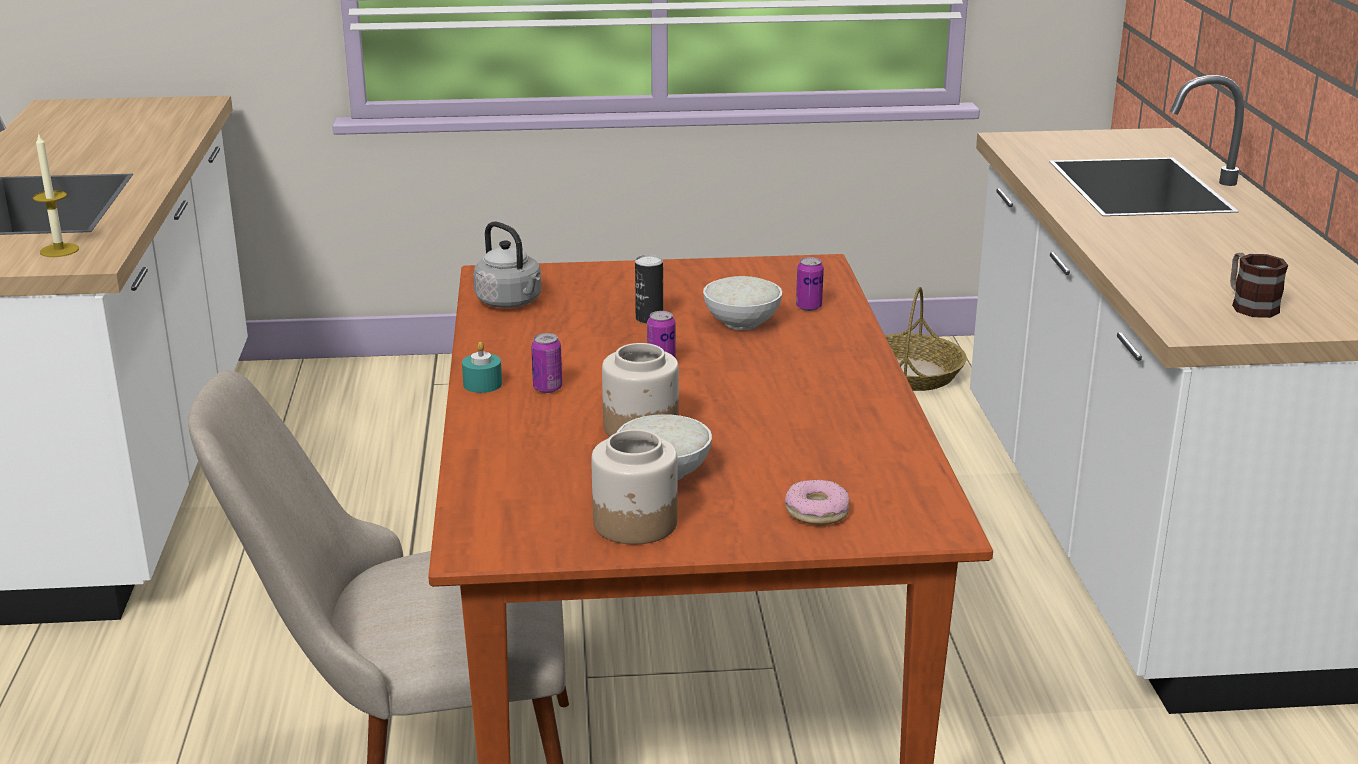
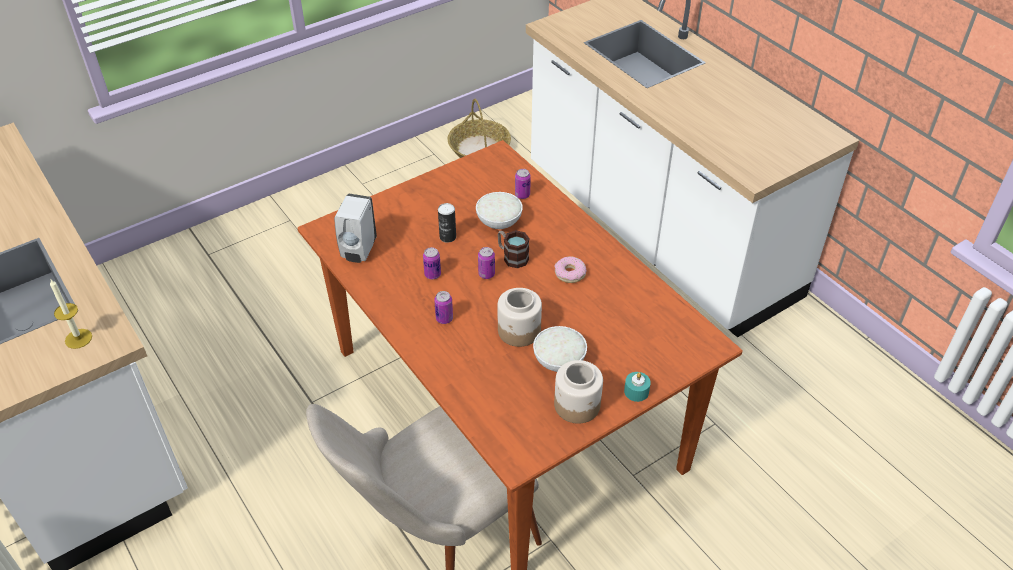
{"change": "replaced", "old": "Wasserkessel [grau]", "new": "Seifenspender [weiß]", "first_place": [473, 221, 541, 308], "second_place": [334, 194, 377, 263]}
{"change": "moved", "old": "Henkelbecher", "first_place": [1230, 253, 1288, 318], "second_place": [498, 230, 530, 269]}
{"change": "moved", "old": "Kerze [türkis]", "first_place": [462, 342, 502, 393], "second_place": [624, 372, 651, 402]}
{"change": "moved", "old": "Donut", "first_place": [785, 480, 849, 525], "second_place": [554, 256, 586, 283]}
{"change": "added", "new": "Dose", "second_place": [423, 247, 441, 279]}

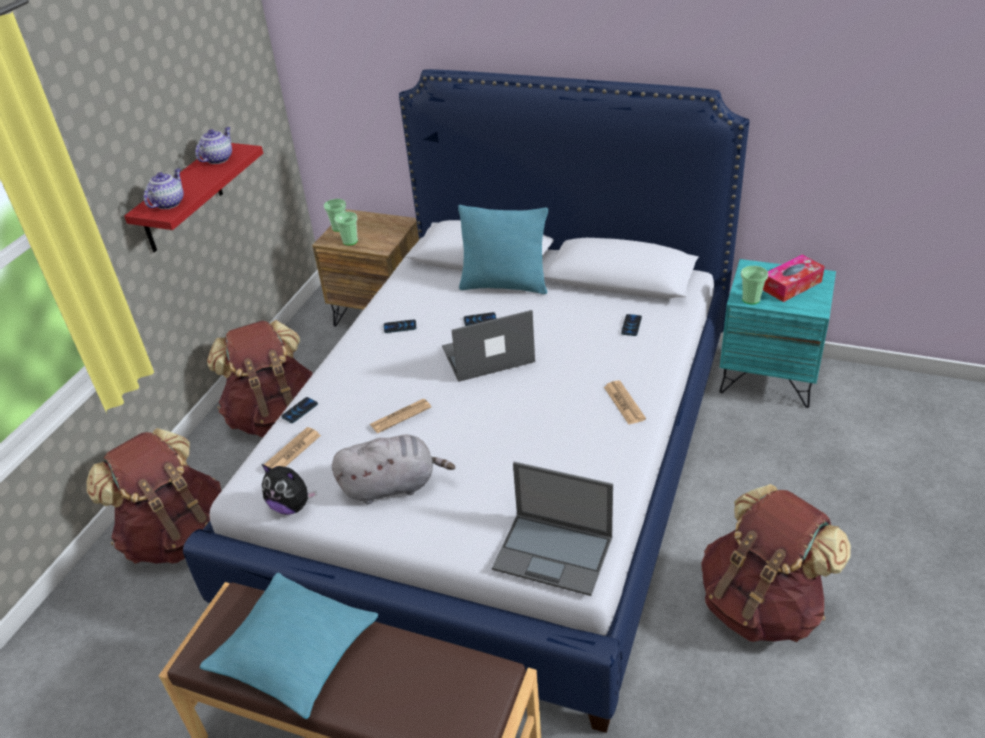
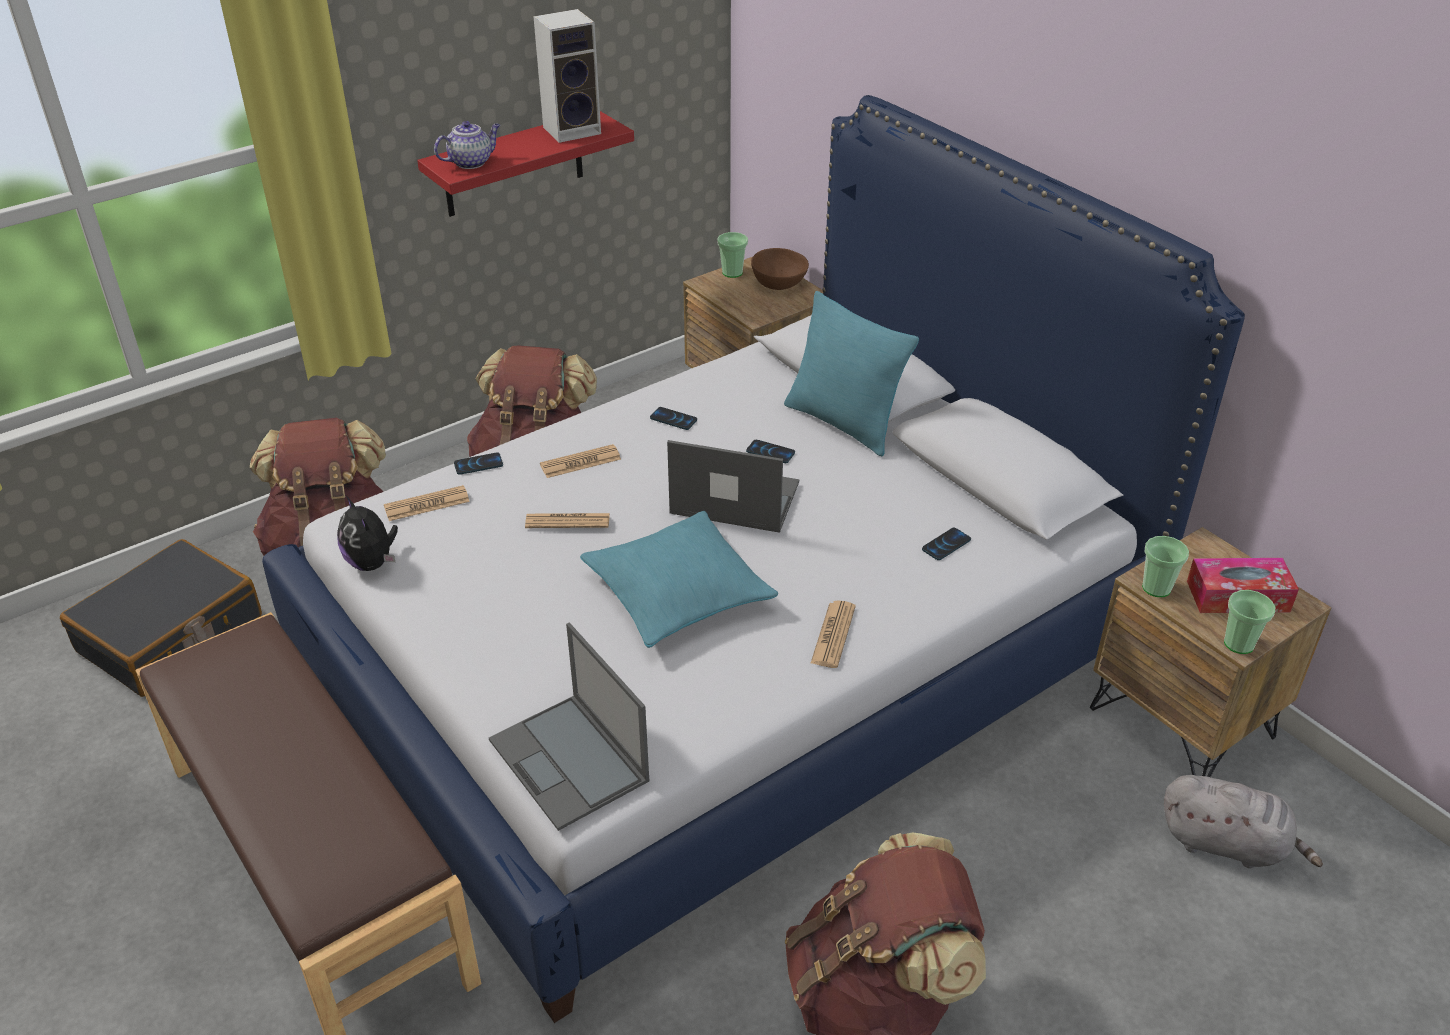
{"change": "replaced", "old": "Teekanne", "new": "Lautsprecher", "first_place": [195, 127, 232, 164], "second_place": [533, 9, 601, 143]}
{"change": "moved", "old": "Tasse", "first_place": [334, 212, 358, 245], "second_place": [1224, 590, 1275, 654]}
{"change": "recoloured", "old": "Nachttisch [türkis]", "new": "Nachttisch [braun]", "first_place": [719, 259, 836, 408], "second_place": [1090, 527, 1331, 777]}
{"change": "moved", "old": "Plüschtier [grau]", "first_place": [332, 435, 455, 504], "second_place": [1164, 775, 1323, 868]}
{"change": "moved", "old": "Kissen [türkis]", "first_place": [200, 573, 378, 719], "second_place": [580, 511, 778, 648]}
{"change": "added", "new": "Schüssel [braun]", "second_place": [751, 248, 809, 290]}
{"change": "added", "new": "Zeitung", "second_place": [540, 444, 621, 478]}
{"change": "added", "new": "Koffer [schwarz]", "second_place": [60, 539, 262, 697]}

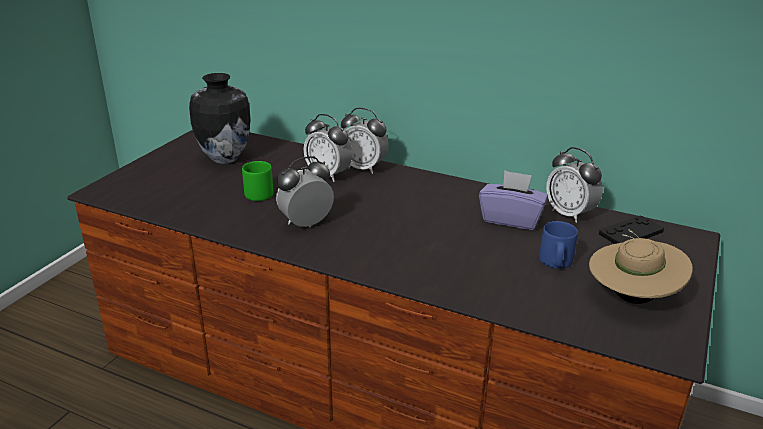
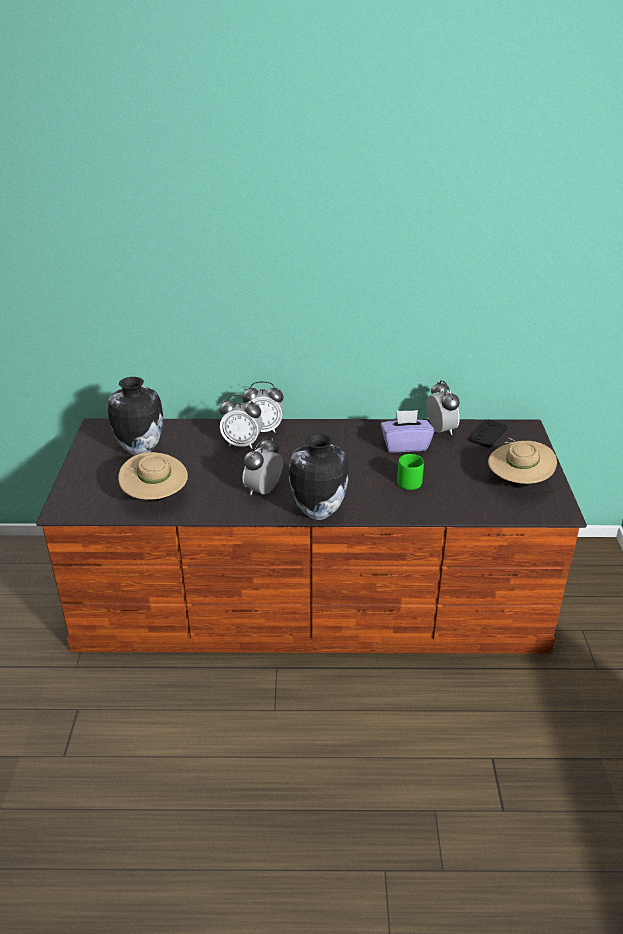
{"change": "turned", "old": "Wecker", "first_place": [546, 147, 603, 223], "second_place": [426, 380, 460, 435], "degrees": -135}
{"change": "moved", "old": "Henkelbecher [grün]", "first_place": [242, 161, 273, 201], "second_place": [397, 454, 424, 490]}
{"change": "removed", "old": "Henkelbecher [blau]", "first_place": [539, 221, 578, 269]}
{"change": "added", "new": "Vase", "second_place": [289, 433, 349, 520]}
{"change": "added", "new": "Hut [beige]", "second_place": [118, 452, 188, 501]}

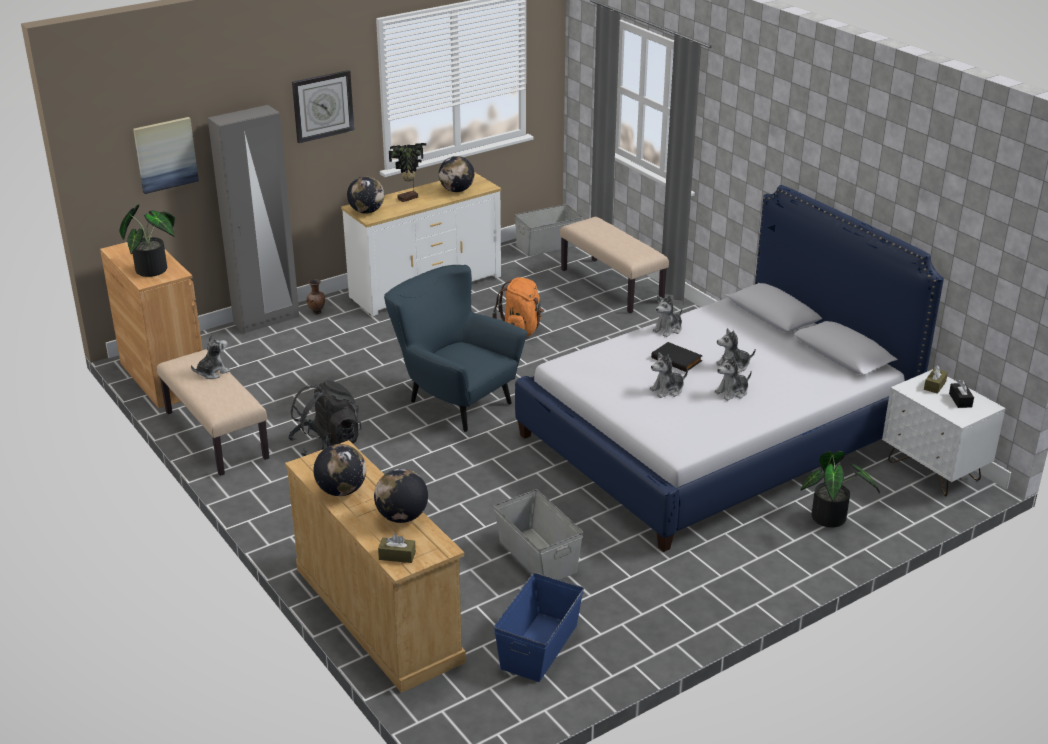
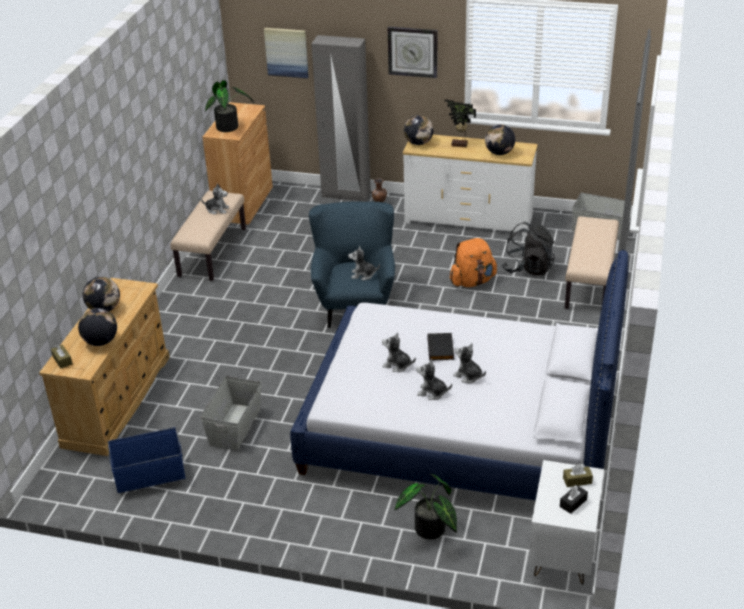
{"change": "moved", "old": "Plüschtier", "first_place": [653, 295, 682, 337], "second_place": [348, 246, 380, 281]}
{"change": "moved", "old": "Rucksack [schwarz]", "first_place": [288, 380, 362, 456], "second_place": [502, 222, 555, 276]}

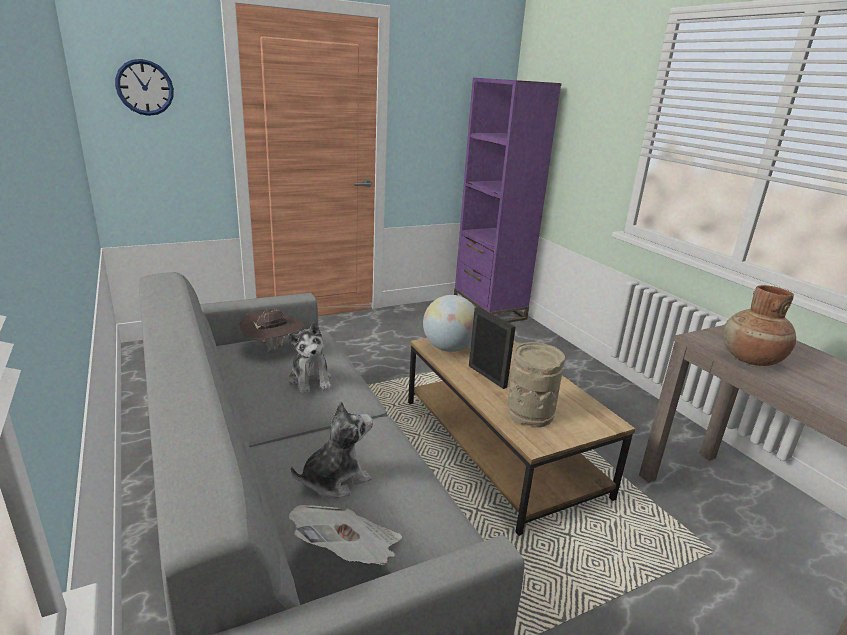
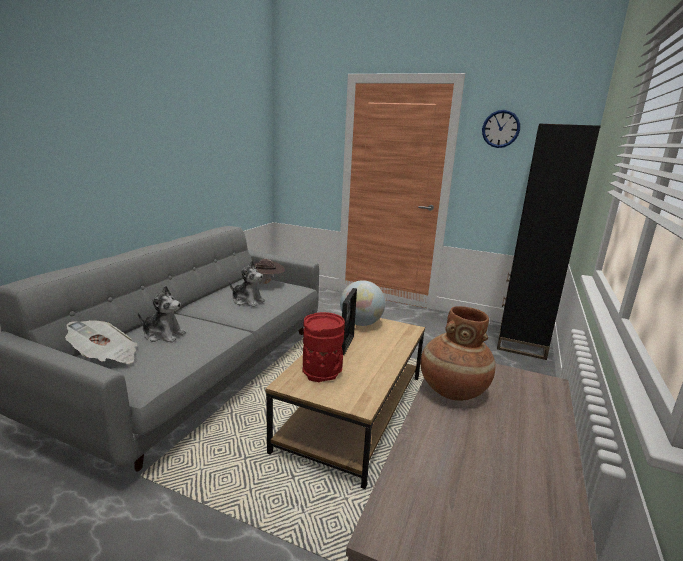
{"change": "moved", "old": "Wanduhr", "first_place": [115, 59, 174, 116], "second_place": [482, 110, 520, 148]}
{"change": "recoloured", "old": "Bücherregal [lila]", "new": "Bücherregal [schwarz]", "first_place": [454, 78, 562, 323], "second_place": [497, 124, 601, 360]}
{"change": "turned", "old": "Plüschtier", "first_place": [288, 322, 332, 394], "second_place": [229, 261, 265, 307], "degrees": -90}
{"change": "recoloured", "old": "Vase [beige]", "new": "Vase [rot]", "first_place": [508, 342, 565, 428], "second_place": [303, 312, 345, 383]}

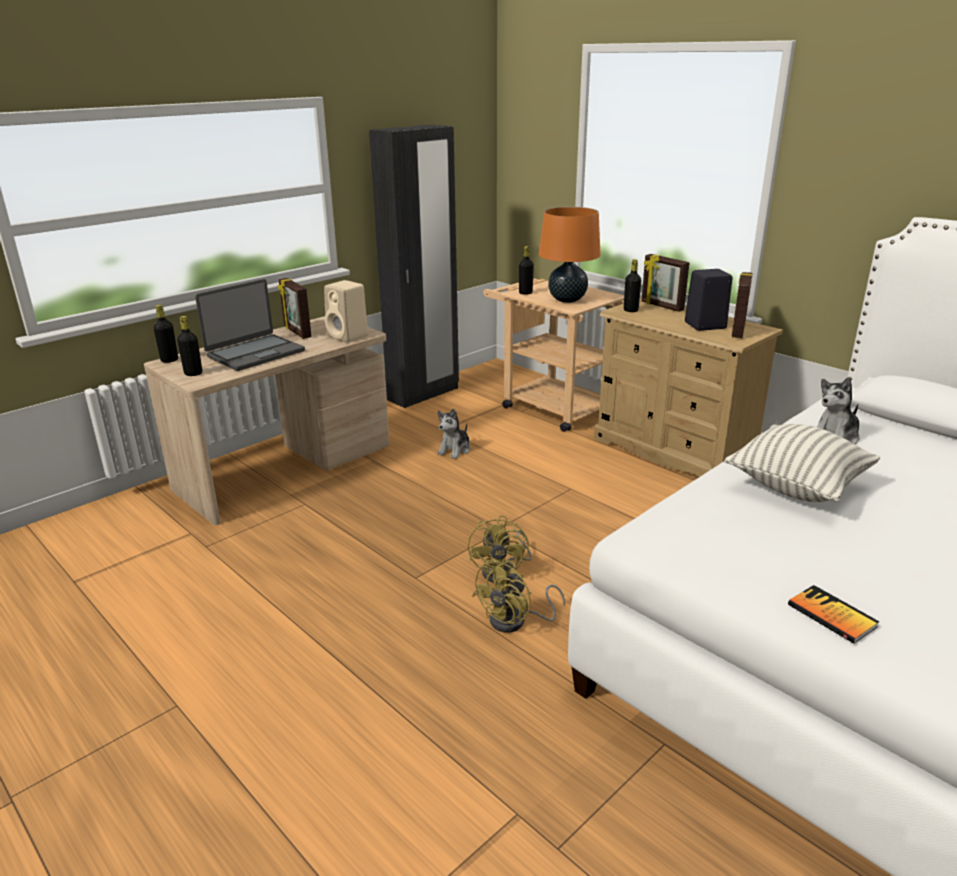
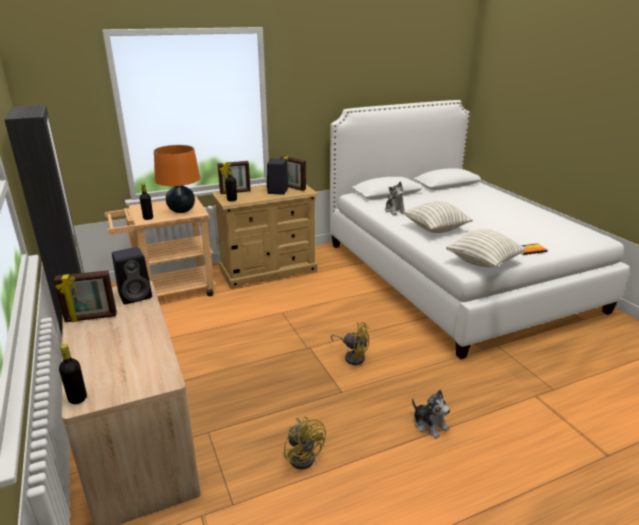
{"change": "removed", "old": "Laptop", "first_place": [195, 279, 305, 371]}
{"change": "recoloured", "old": "Lautsprecher [beige]", "new": "Lautsprecher [schwarz]", "first_place": [324, 280, 368, 342], "second_place": [112, 247, 152, 304]}
{"change": "removed", "old": "Flasche [schwarz]", "first_place": [177, 316, 202, 376]}
{"change": "moved", "old": "Plüschtier", "first_place": [437, 408, 470, 459], "second_place": [412, 390, 450, 439]}
{"change": "moved", "old": "Ventilator [gelb]", "first_place": [472, 559, 565, 633], "second_place": [283, 417, 326, 470]}
{"change": "added", "new": "Kissen", "second_place": [446, 229, 527, 267]}

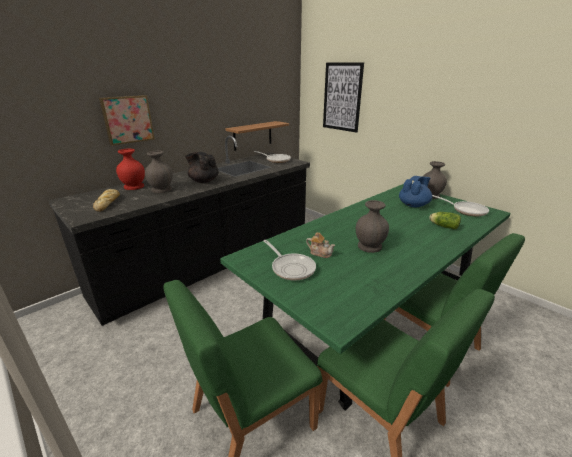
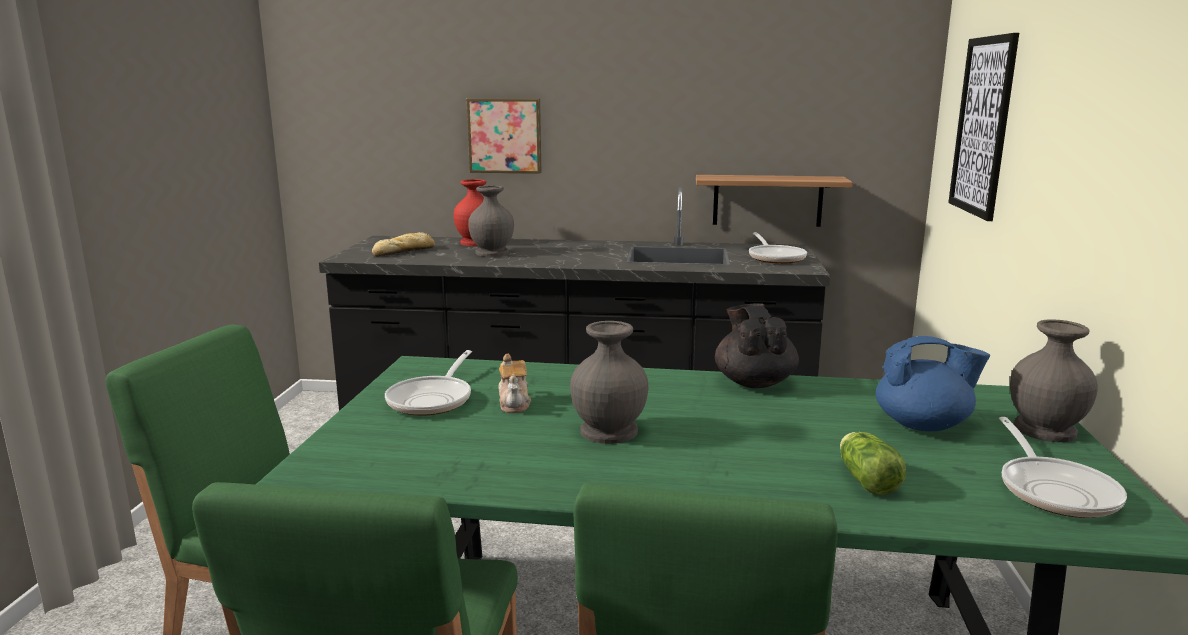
{"change": "moved", "old": "Teekanne [schwarz]", "first_place": [185, 152, 219, 183], "second_place": [715, 303, 799, 388]}

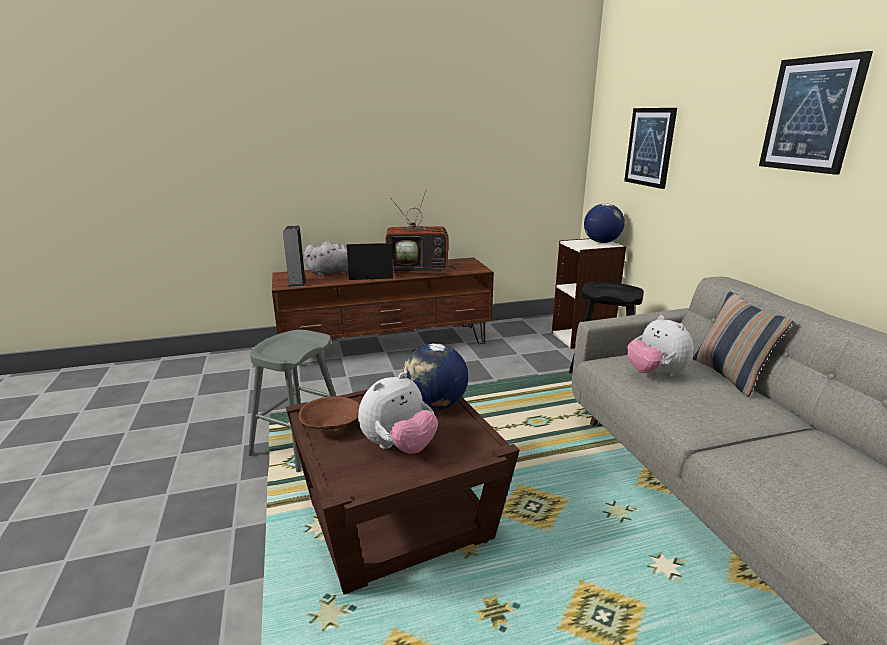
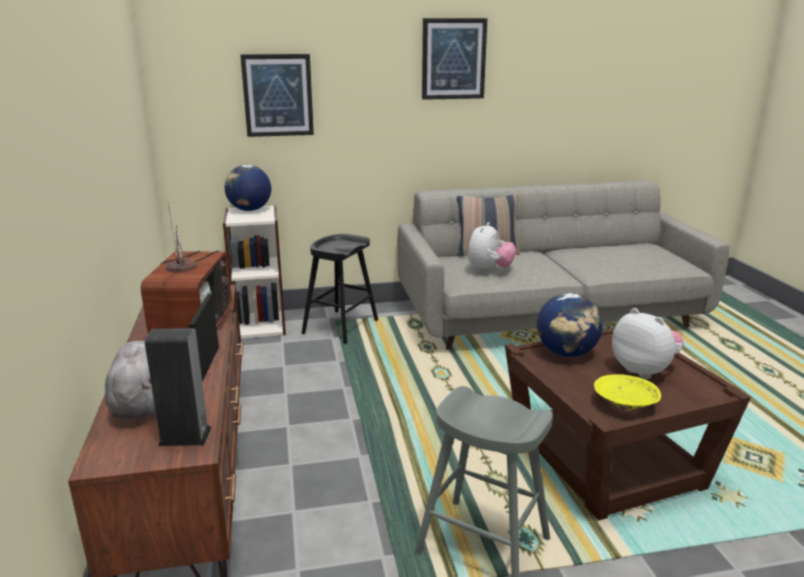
{"change": "turned", "old": "Plüschtier", "first_place": [627, 315, 694, 377], "second_place": [468, 222, 516, 272], "degrees": -45}
{"change": "recoloured", "old": "Schüssel [braun]", "new": "Schüssel [gelb]", "first_place": [299, 396, 360, 430], "second_place": [594, 374, 661, 410]}

